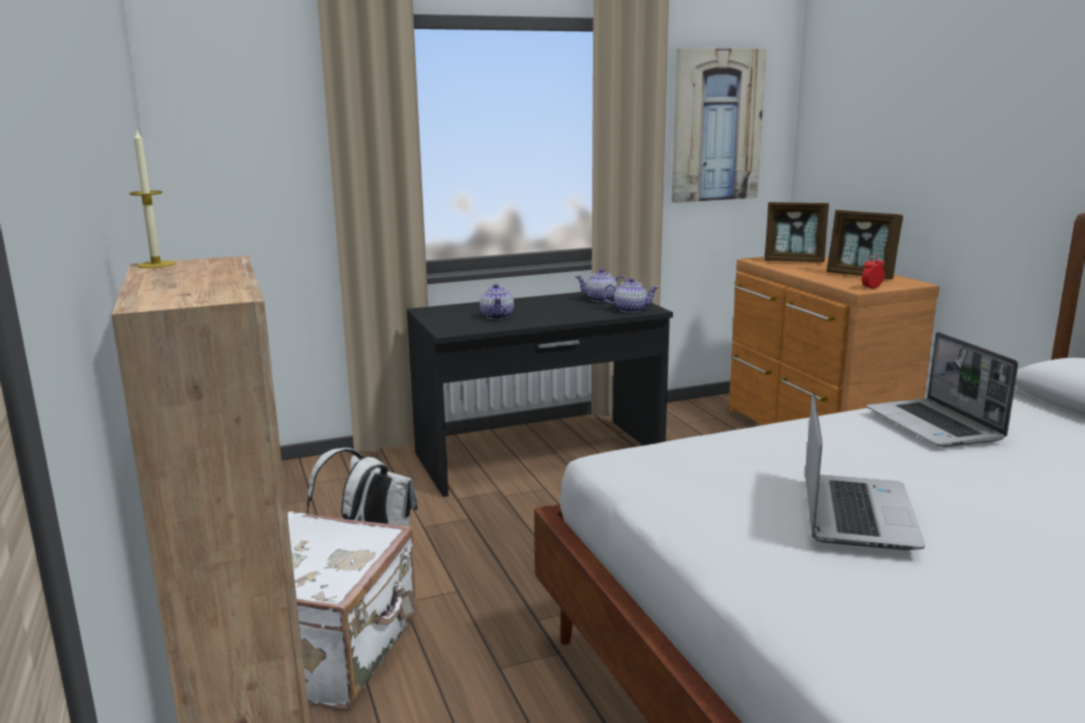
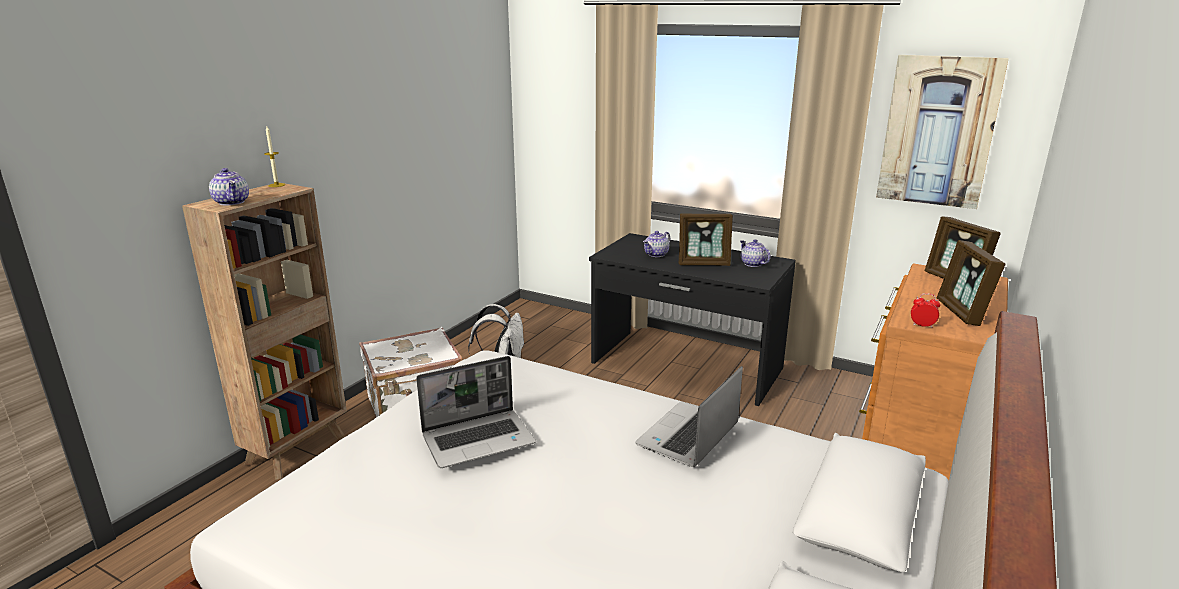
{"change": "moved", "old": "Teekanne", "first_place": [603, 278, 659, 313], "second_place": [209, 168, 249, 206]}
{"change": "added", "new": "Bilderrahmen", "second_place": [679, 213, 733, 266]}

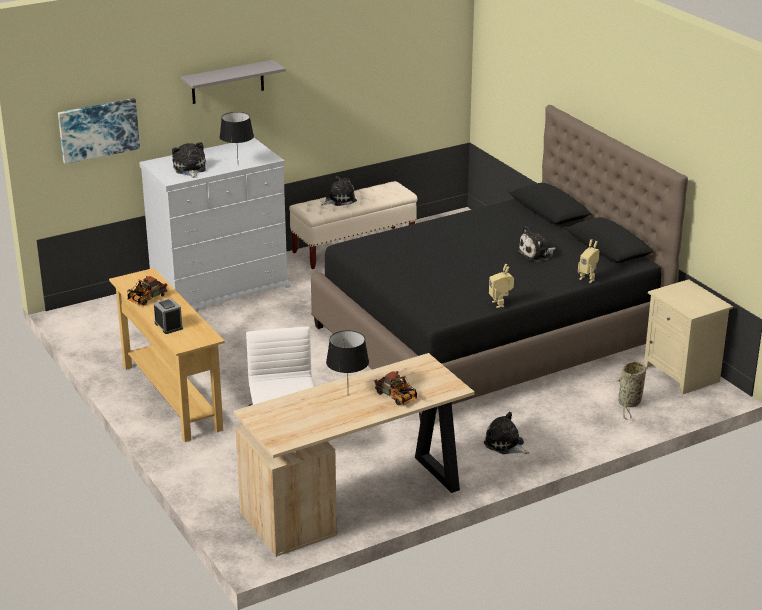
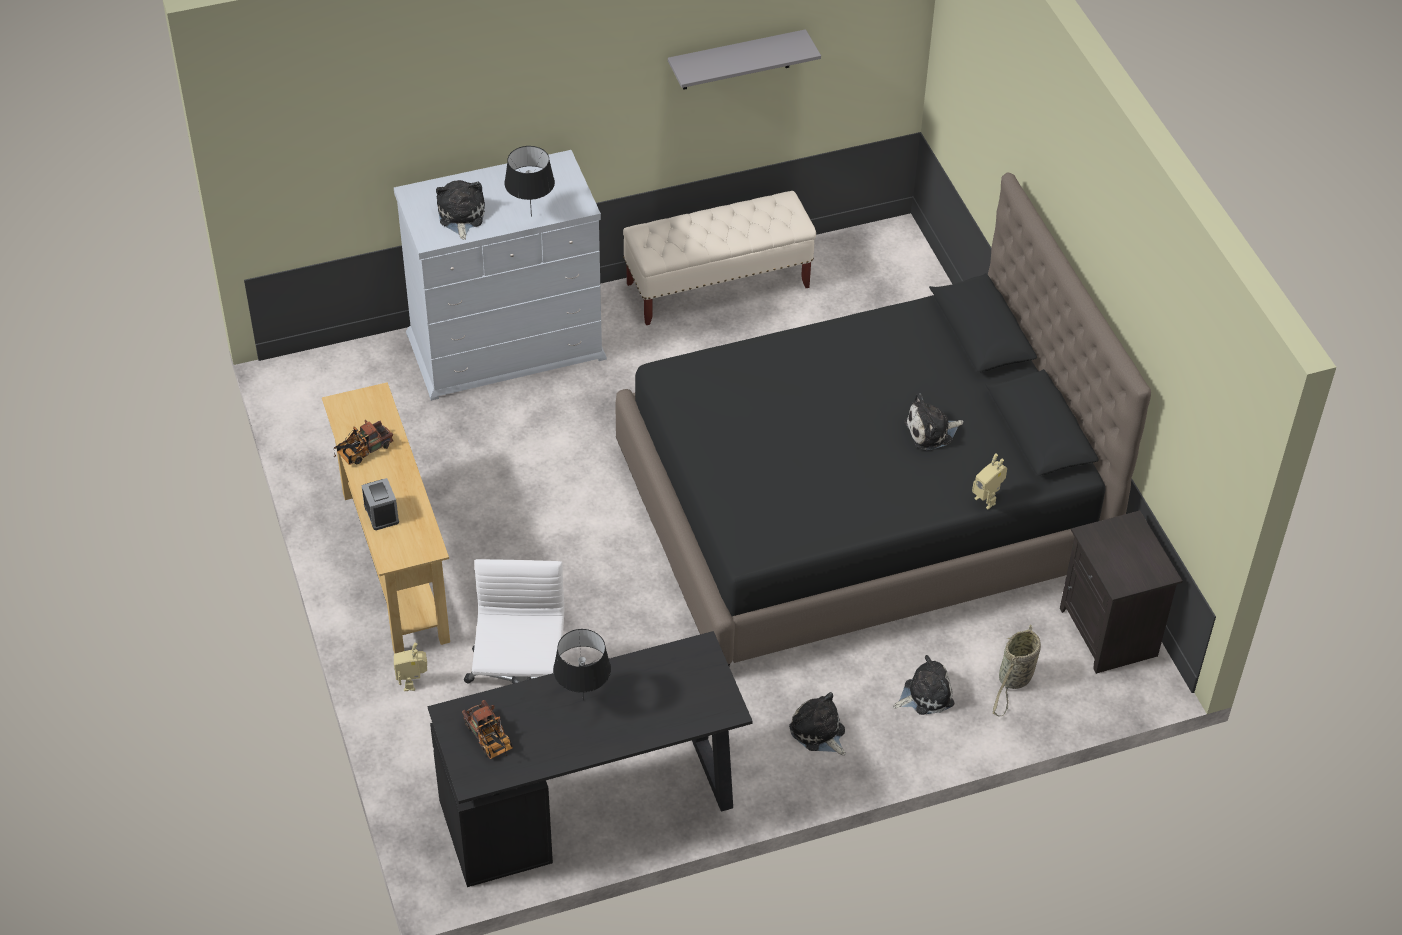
{"change": "moved", "old": "Wandregal [grau]", "first_place": [180, 60, 286, 104], "second_place": [668, 29, 821, 90]}
{"change": "removed", "old": "Bild", "first_place": [58, 98, 140, 164]}
{"change": "moved", "old": "Plüschtier", "first_place": [322, 176, 357, 206], "second_place": [894, 655, 954, 715]}
{"change": "moved", "old": "Spielzeugroboter", "first_place": [489, 264, 514, 308], "second_place": [394, 642, 427, 691]}
{"change": "recoloured", "old": "Nachttisch [beige]", "new": "Nachttisch [schwarz]", "first_place": [644, 279, 733, 394], "second_place": [1060, 510, 1182, 674]}
{"change": "recoloured", "old": "Schreibtisch [beige]", "new": "Schreibtisch [schwarz]", "first_place": [233, 353, 475, 557], "second_place": [428, 631, 753, 887]}
{"change": "moved", "old": "Spielzeuglaster", "first_place": [374, 371, 417, 405], "second_place": [462, 700, 513, 759]}

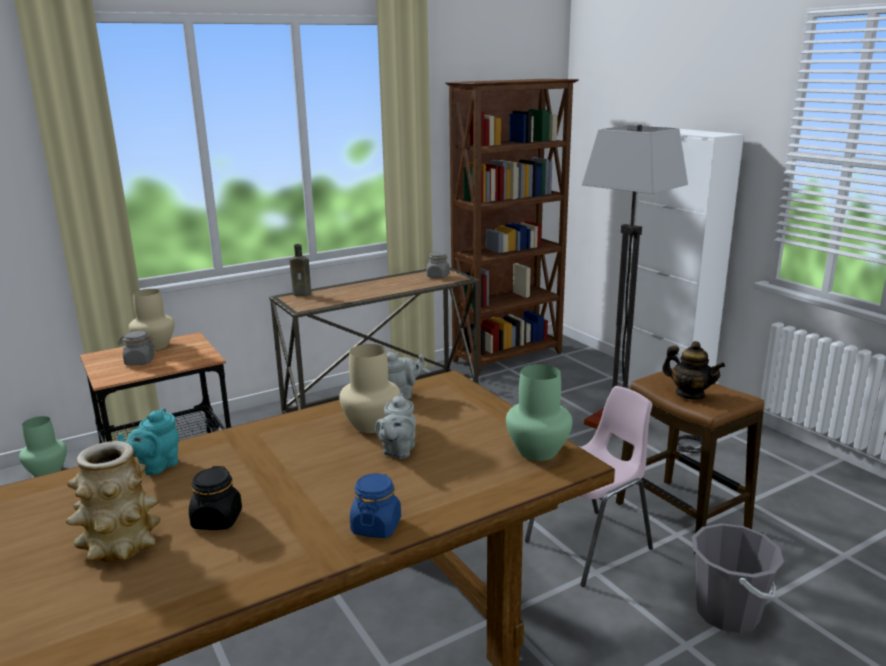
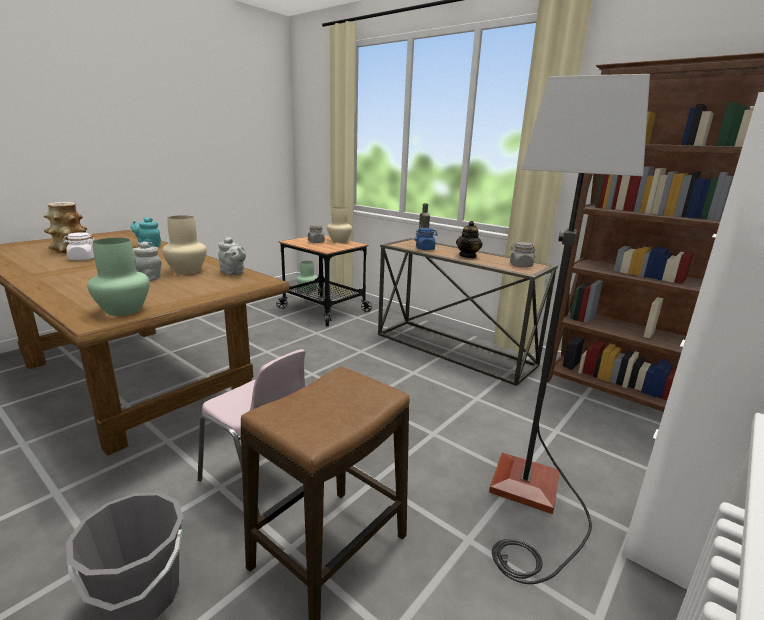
{"change": "moved", "old": "Teekanne", "first_place": [662, 341, 725, 400], "second_place": [456, 221, 483, 258]}
{"change": "recoloured", "old": "Vorratsglas [schwarz]", "new": "Vorratsglas [weiß]", "first_place": [189, 466, 242, 530], "second_place": [62, 232, 95, 260]}
{"change": "moved", "old": "Vorratsglas [blau]", "first_place": [350, 473, 401, 538], "second_place": [415, 228, 438, 250]}

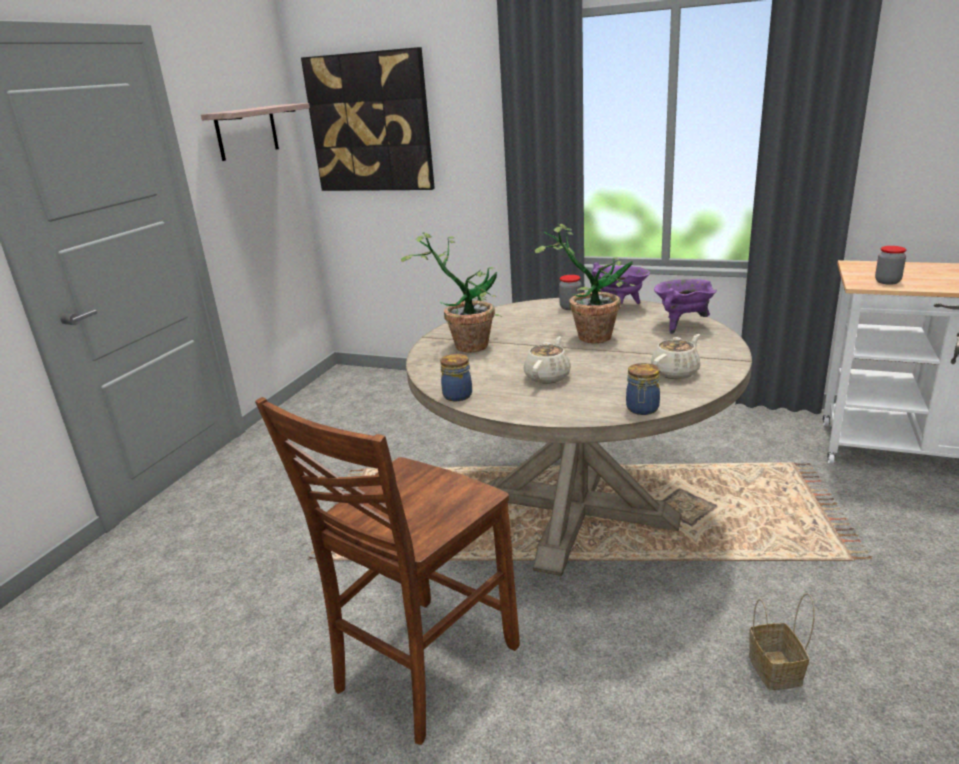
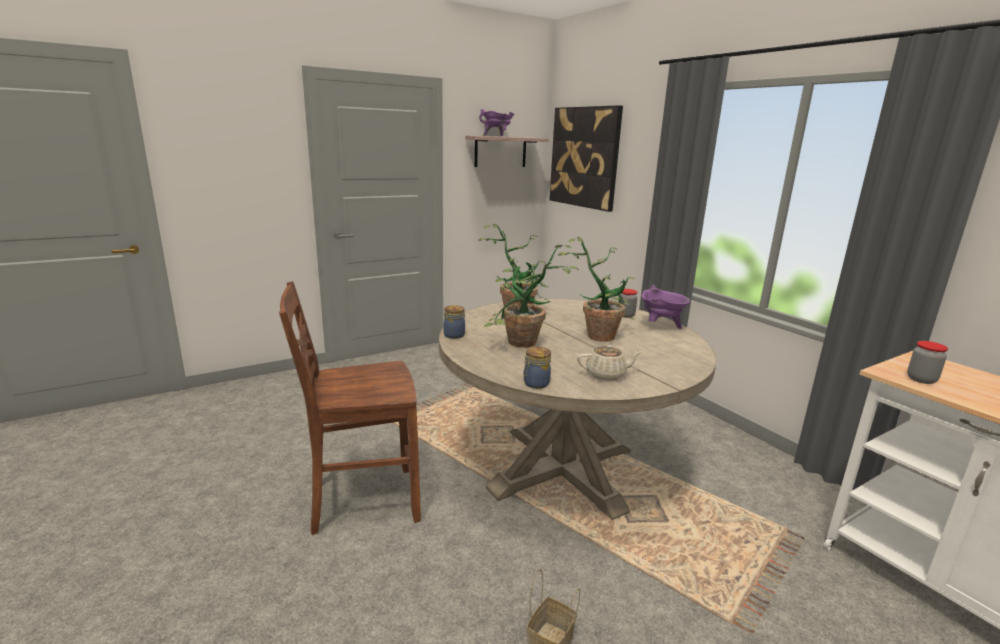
{"change": "moved", "old": "Kochtopf [lila]", "first_place": [654, 279, 717, 334], "second_place": [479, 109, 514, 136]}
{"change": "replaced", "old": "Teekanne [beige]", "new": "Topfpflanze", "first_place": [524, 336, 571, 384], "second_place": [485, 245, 579, 348]}

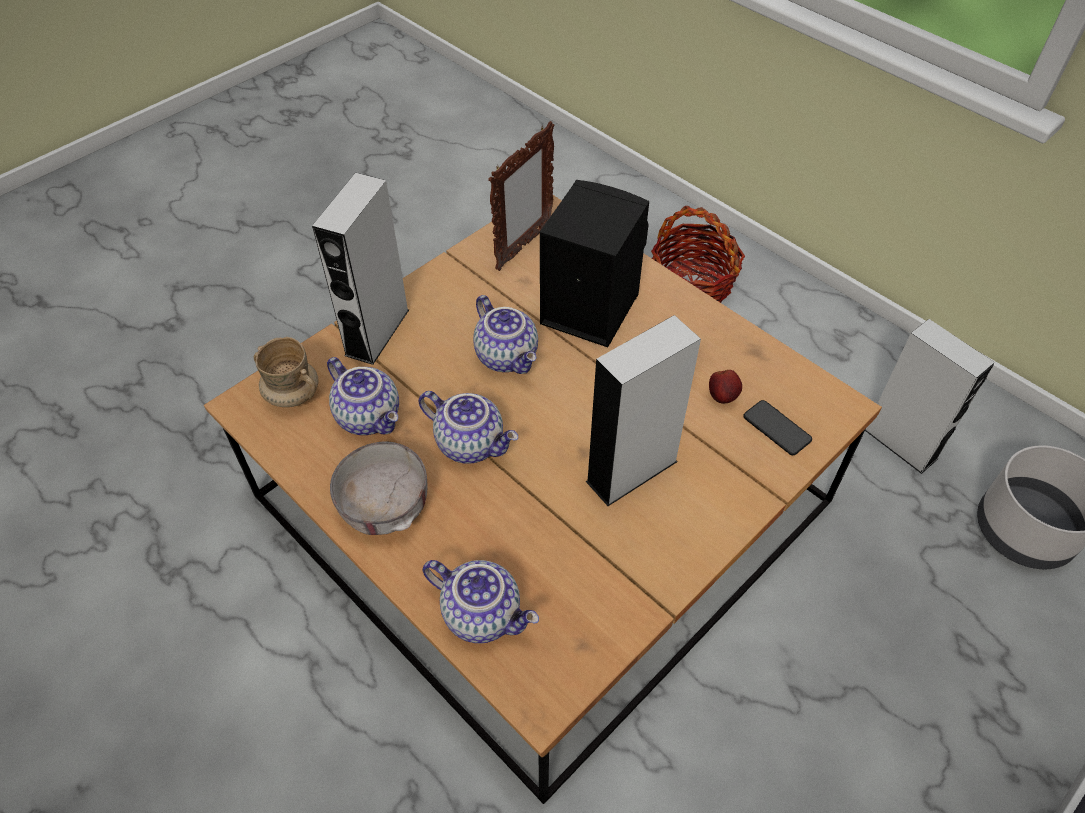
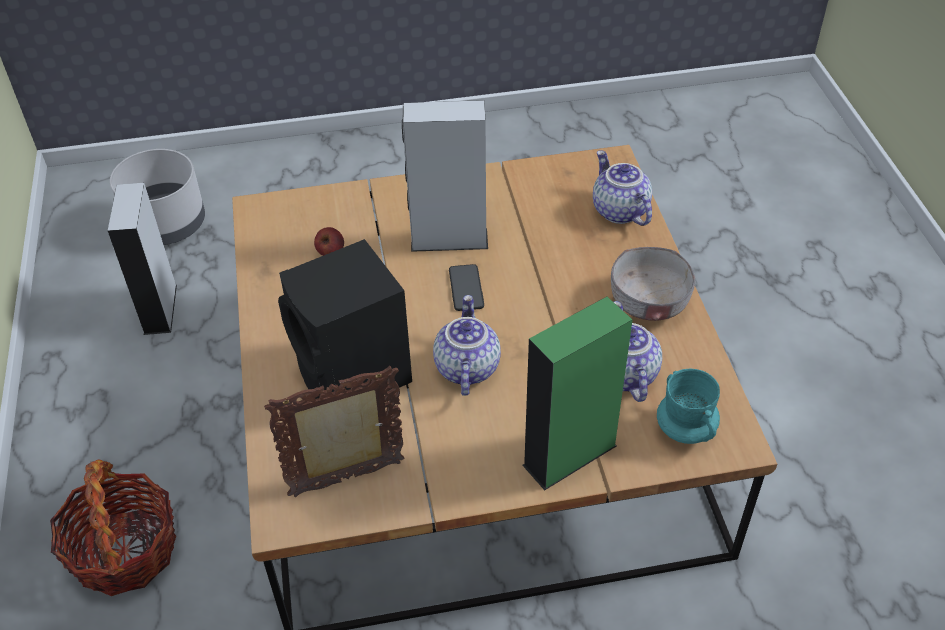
{"change": "recoloured", "old": "Lautsprecher [grau]", "new": "Lautsprecher [grün]", "first_place": [312, 172, 409, 365], "second_place": [522, 297, 633, 490]}
{"change": "recoloured", "old": "Henkelbecher [beige]", "new": "Henkelbecher [türkis]", "first_place": [254, 337, 318, 407], "second_place": [657, 369, 720, 444]}
{"change": "removed", "old": "Teekanne", "first_place": [418, 391, 518, 464]}
{"change": "moved", "old": "Handy", "first_place": [743, 400, 812, 455], "second_place": [449, 264, 484, 311]}

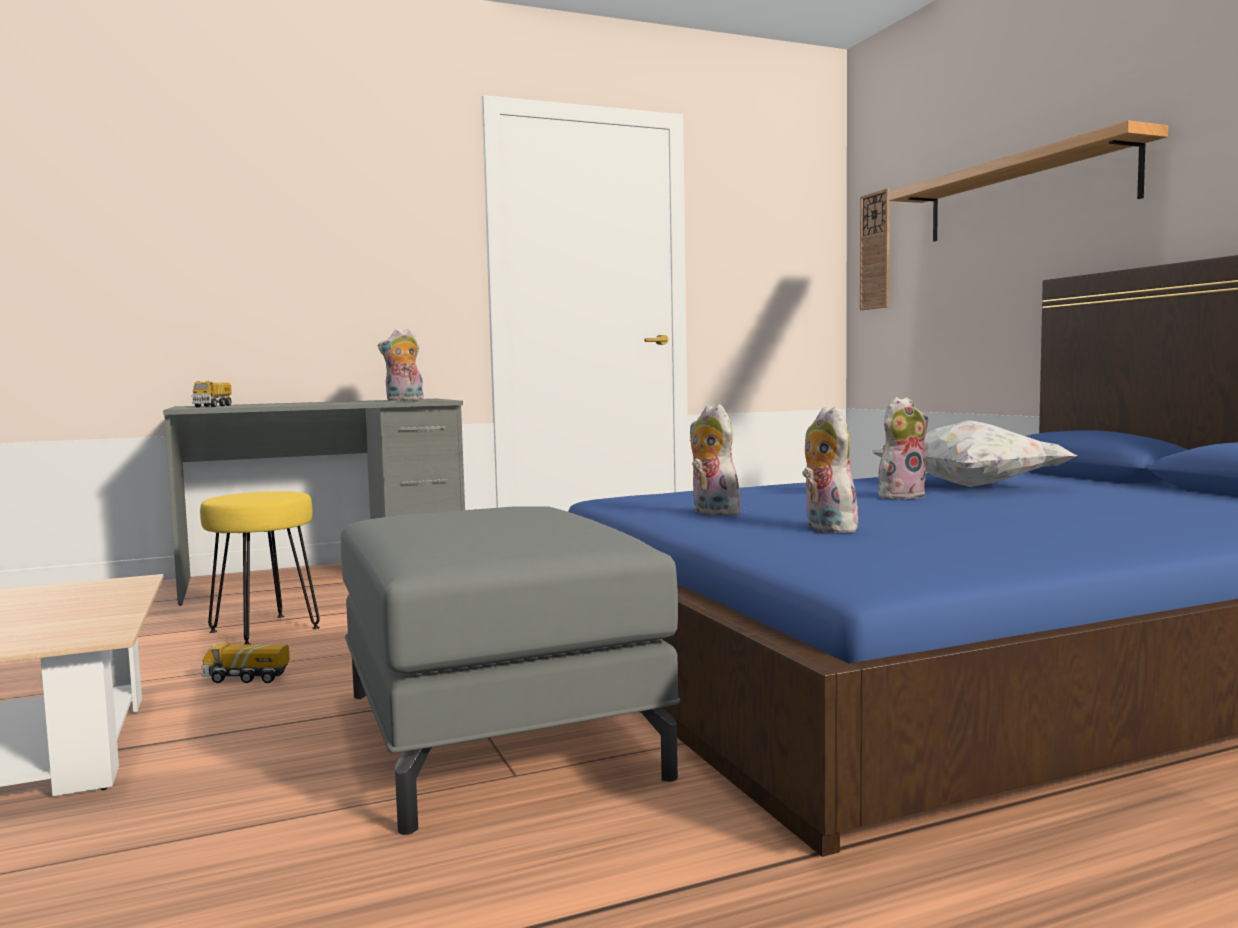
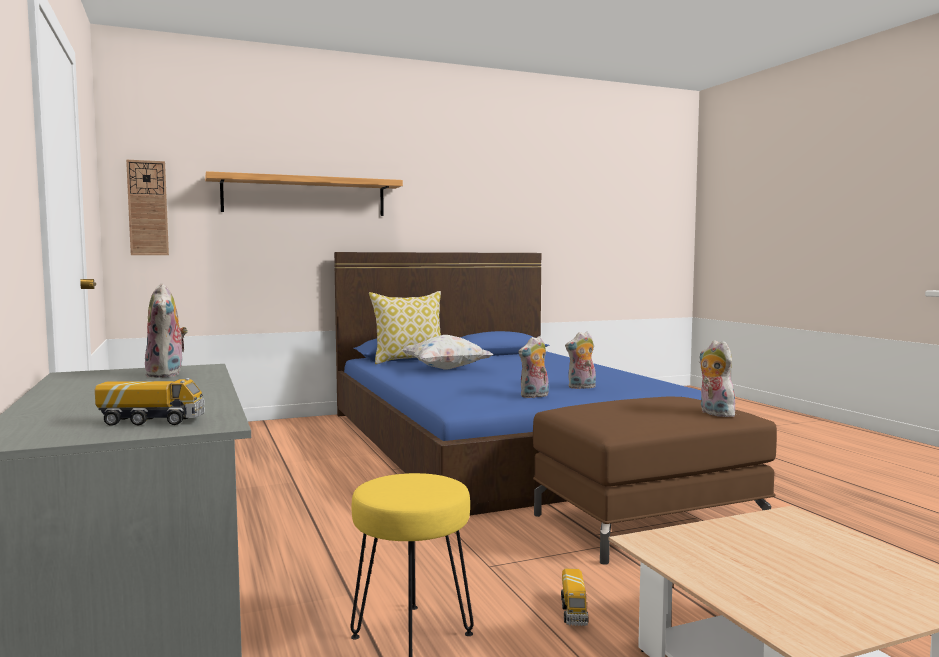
{"change": "moved", "old": "Plüschtier", "first_place": [878, 397, 929, 500], "second_place": [699, 340, 737, 417]}
{"change": "recoloured", "old": "Polsterhocker [grau]", "new": "Polsterhocker [braun]", "first_place": [341, 506, 680, 835], "second_place": [533, 396, 777, 565]}
{"change": "added", "new": "Kissen", "second_place": [369, 291, 441, 364]}

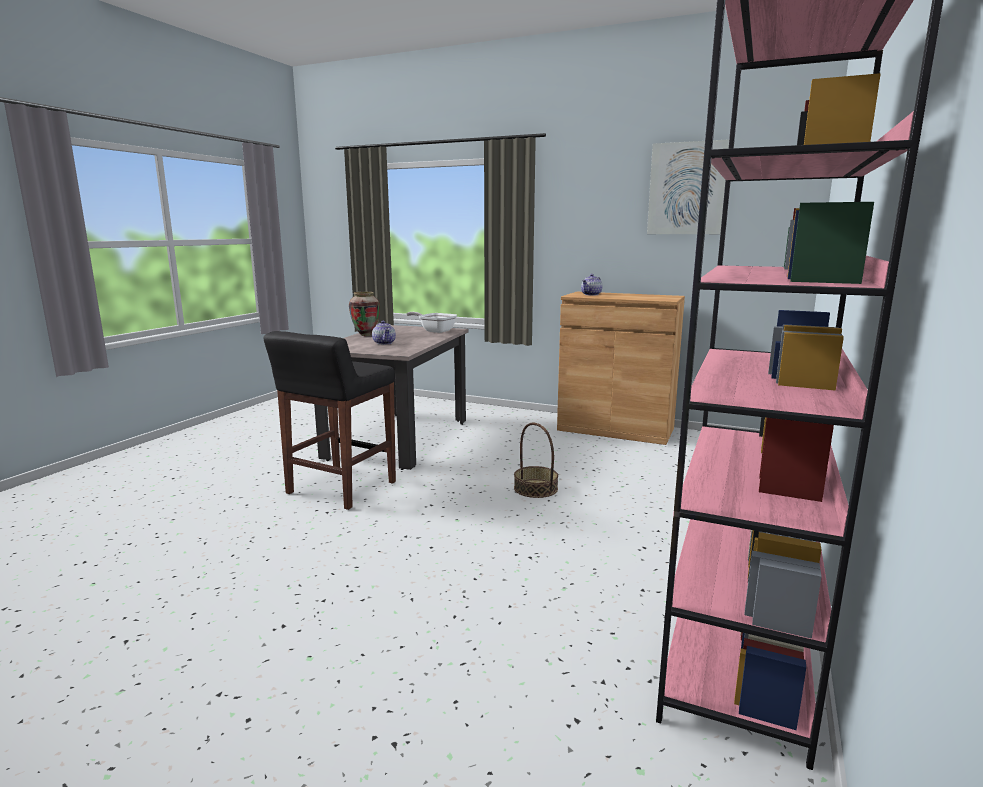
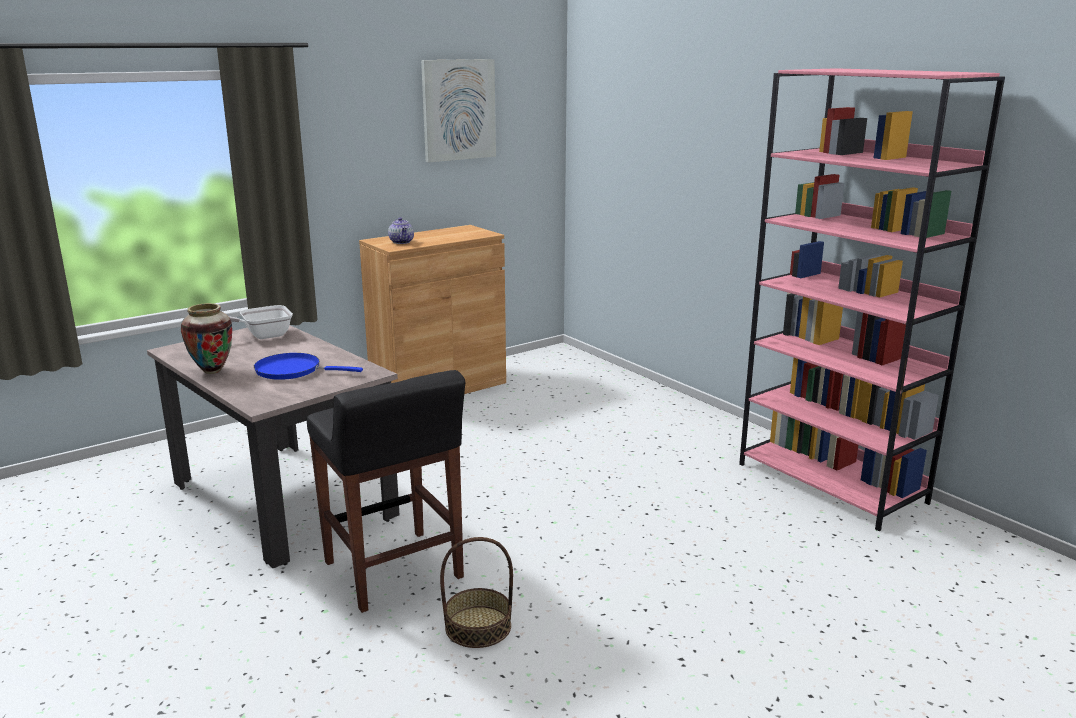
{"change": "replaced", "old": "Teekanne", "new": "Pfanne [blau]", "first_place": [372, 321, 396, 345], "second_place": [254, 353, 363, 380]}
{"change": "moved", "old": "Korb", "first_place": [514, 423, 558, 498], "second_place": [440, 537, 513, 648]}

